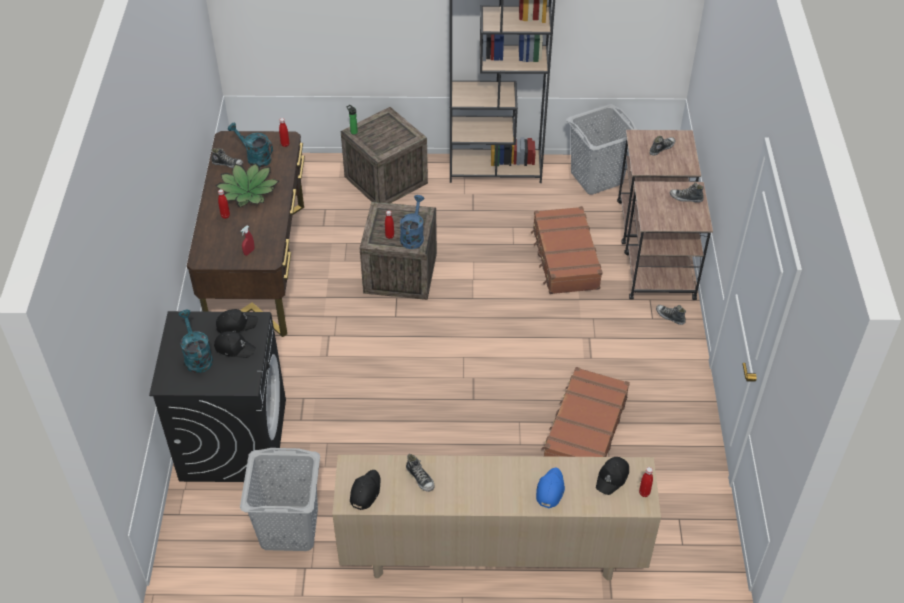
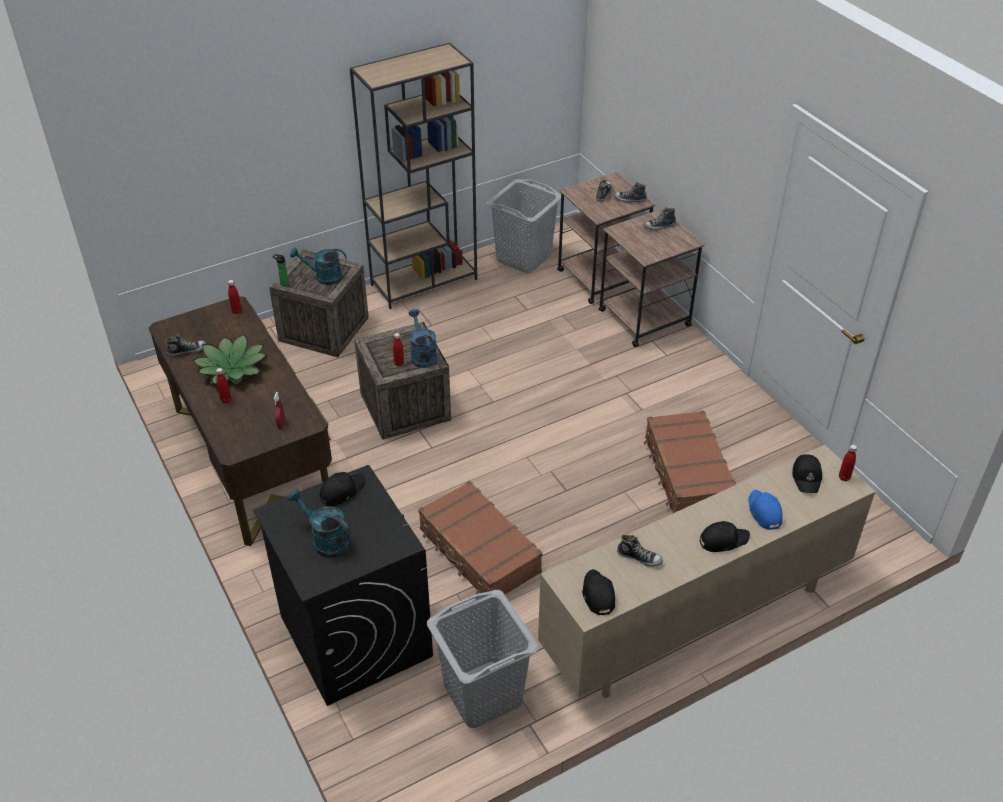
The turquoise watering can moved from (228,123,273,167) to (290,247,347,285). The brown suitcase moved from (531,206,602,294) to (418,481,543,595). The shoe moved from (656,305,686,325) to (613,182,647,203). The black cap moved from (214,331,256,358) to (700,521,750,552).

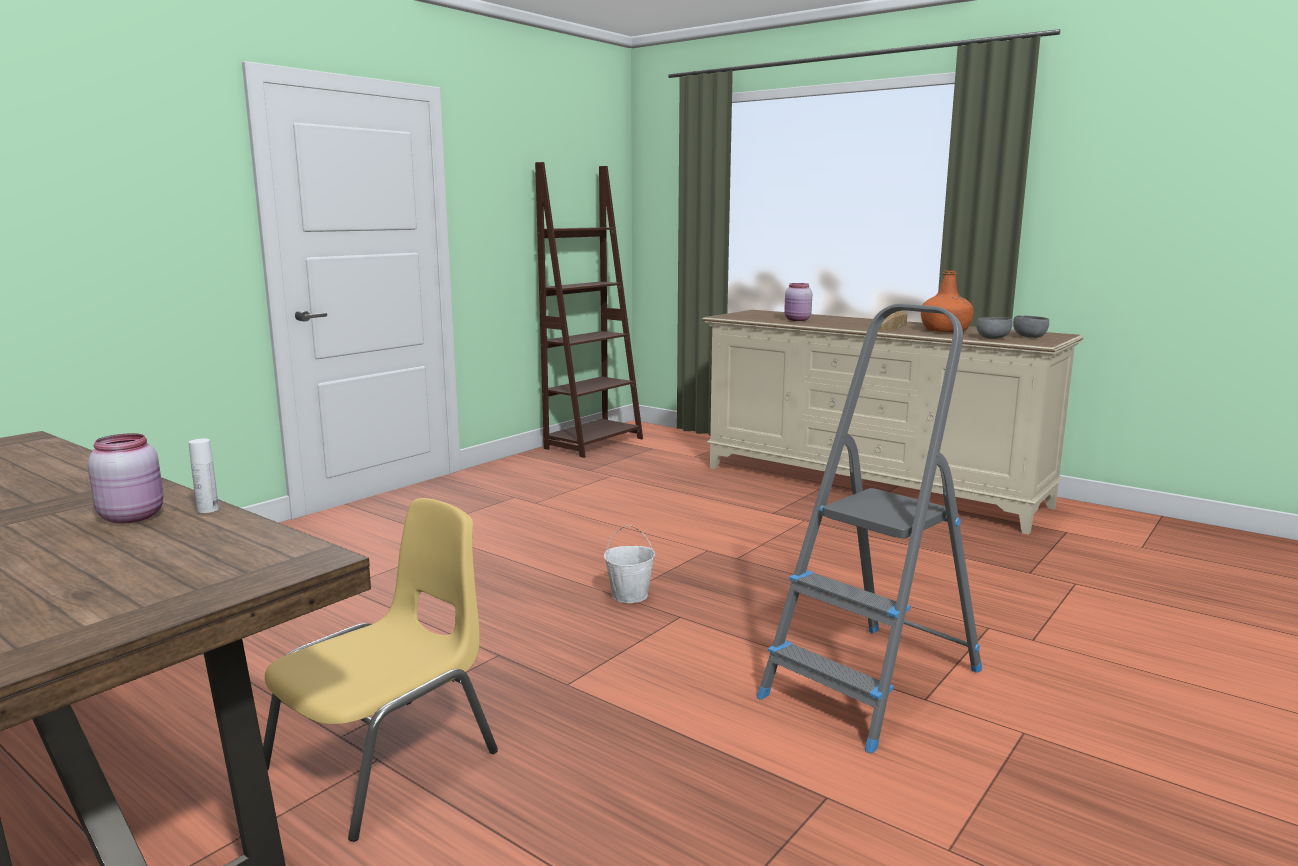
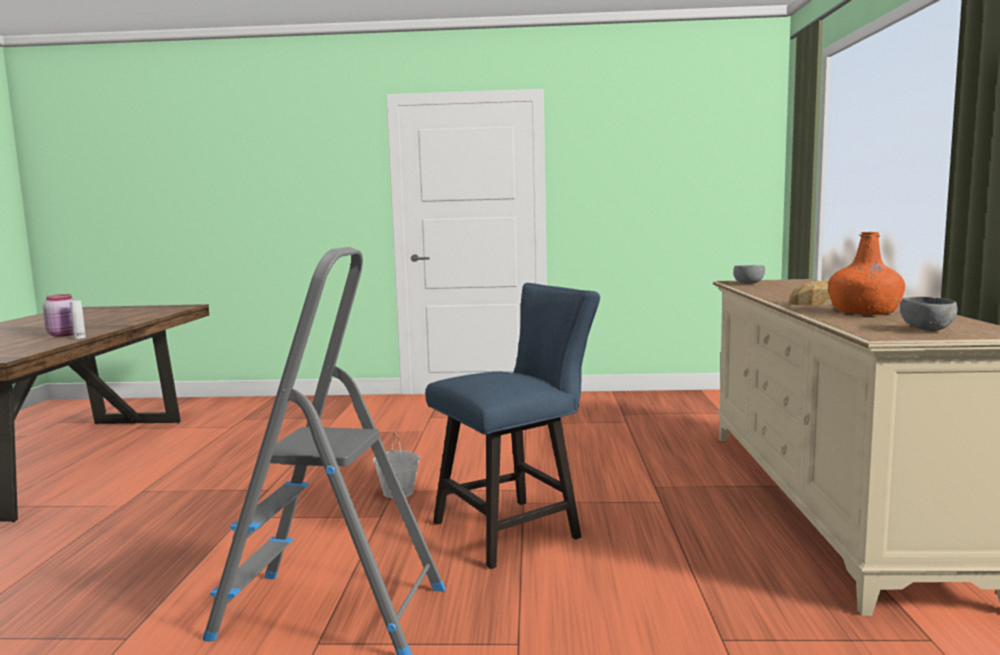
The brown bookcase at (535,162,643,458) disappeared. The pink jar at (784,283,812,321) disappeared. The grey bowl moved from (976,317,1012,339) to (733,265,765,284). The yellow chair at (263,498,498,842) disappeared. The blue chair at (425,283,600,569) appeared.

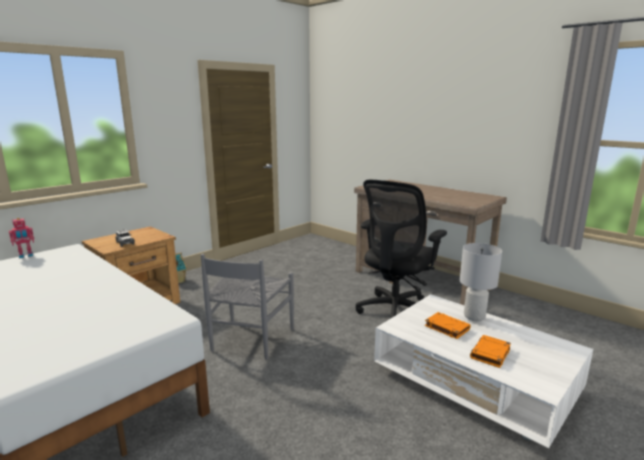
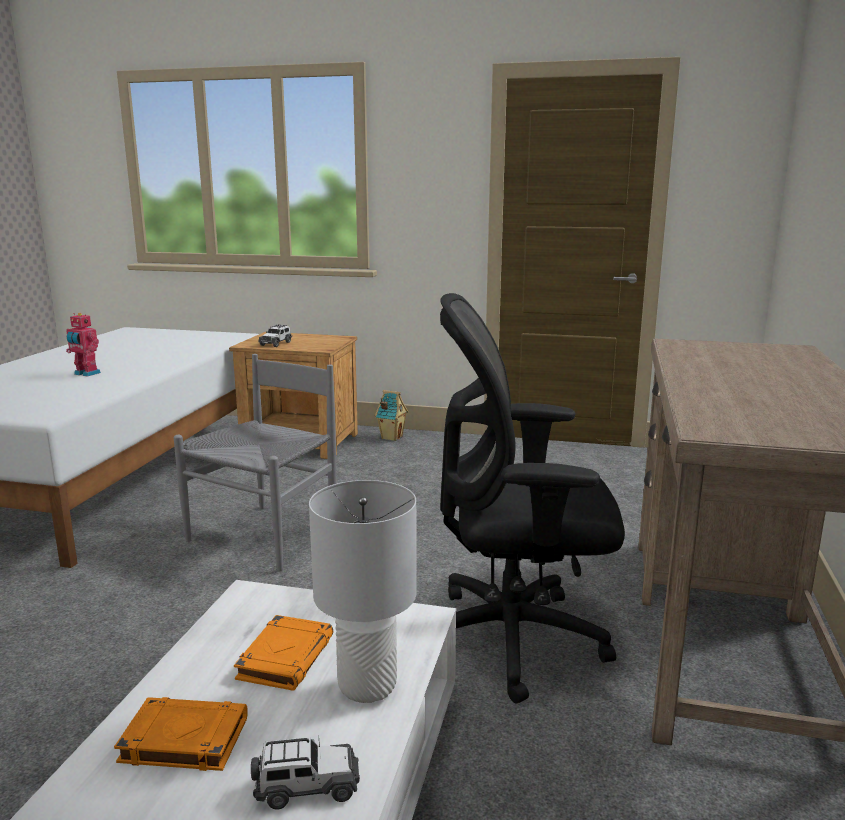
The toy robot moved from (9,218,34,258) to (66,313,101,377). The grey chair at (201,254,294,360) turned 135 degrees clockwise. The toy car at (251,737,360,809) appeared.

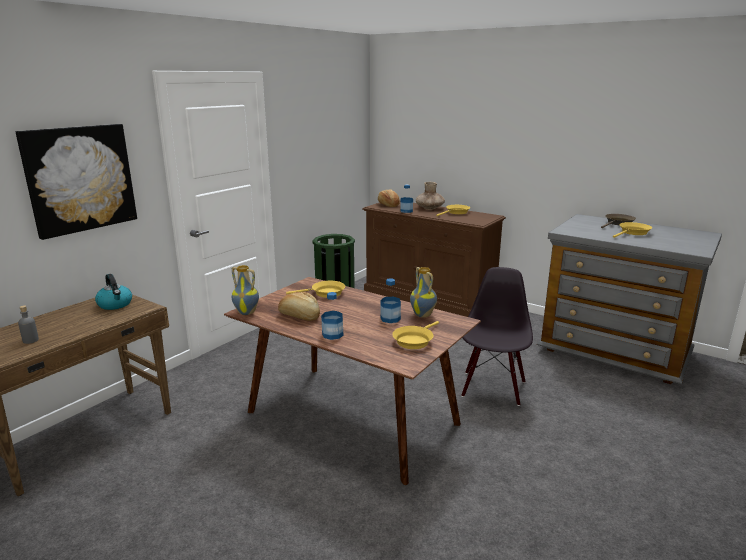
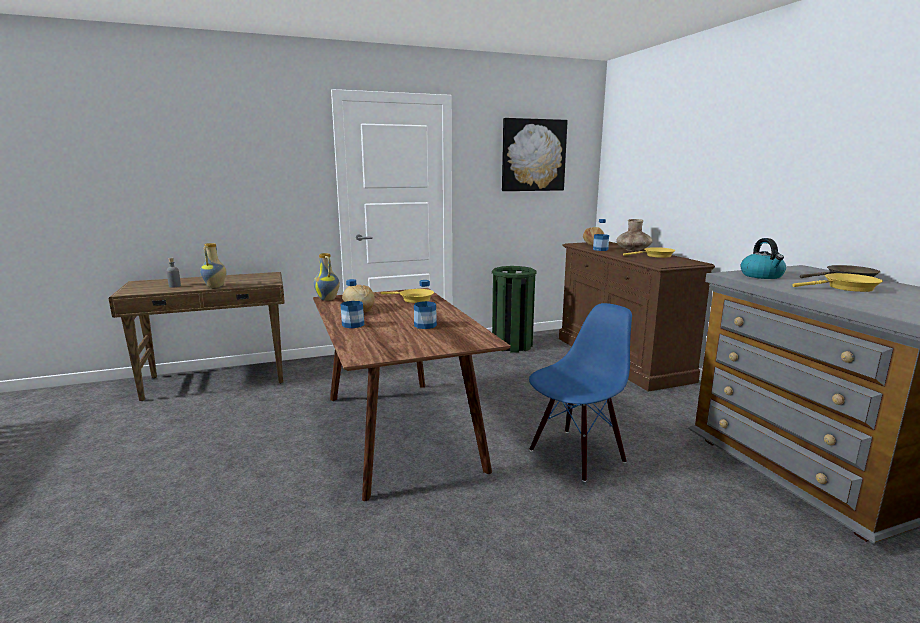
The picture moved from (16,124,137,240) to (502,118,568,191). The vase moved from (410,267,437,317) to (200,243,227,288). The black chair at (461,267,533,406) became the blue chair at (529,303,632,482). The kettle moved from (95,274,132,310) to (741,238,786,279). The yellow frying pan at (392,321,439,349) disappeared.

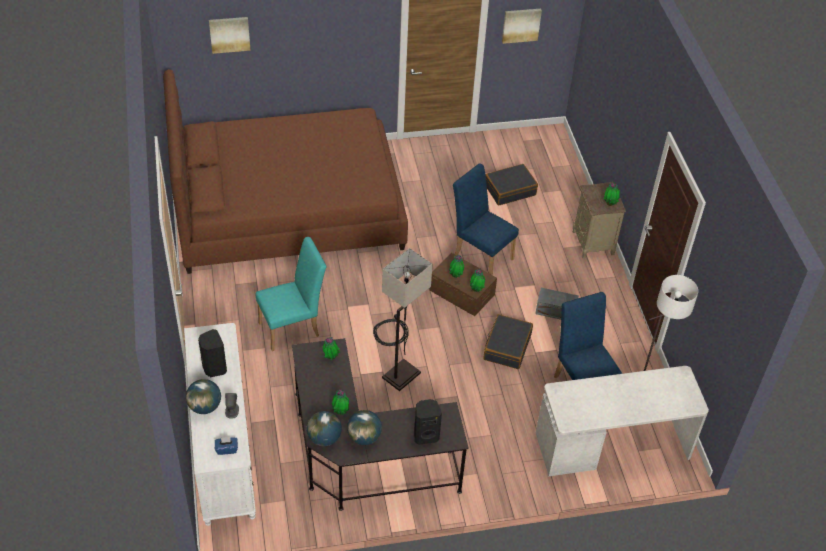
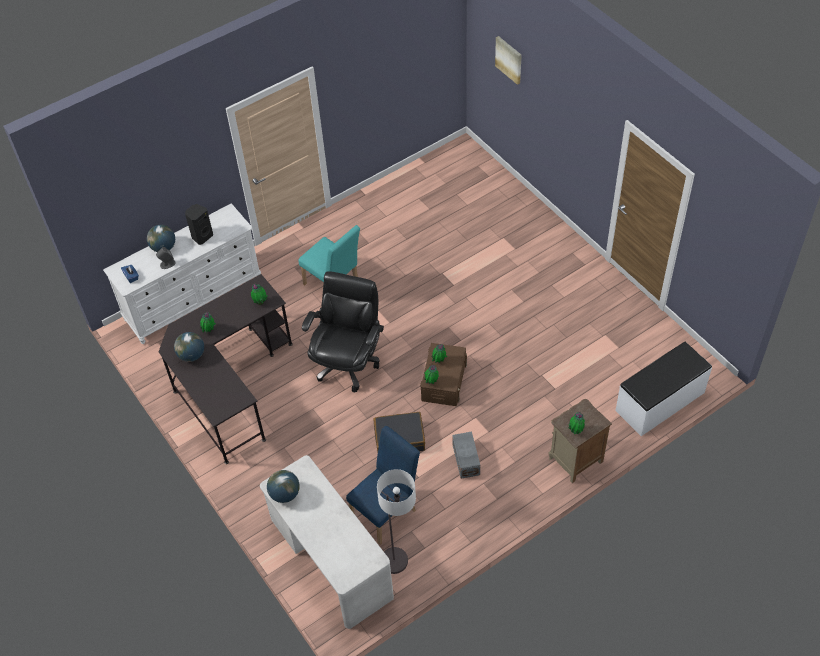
The picture at (502,9,542,44) disappeared. The brown bed at (163,69,408,274) disappeared. The blue chair at (453,163,519,275) disappeared. The black suitcase at (486,164,538,205) disappeared. The floor lamp at (373,248,433,391) was replaced by the black office chair at (302,271,384,392). The black speaker at (414,399,442,445) disappeared. The globe moved from (307,411,342,446) to (267,470,300,503). The white bench at (615,342,712,436) appeared.

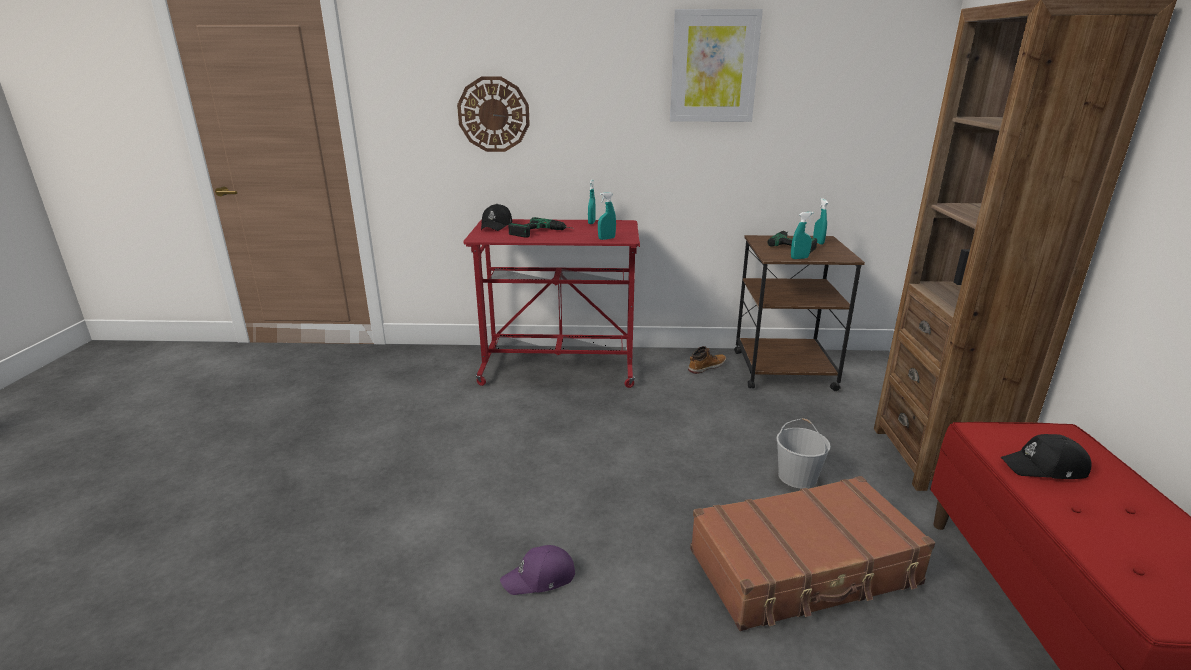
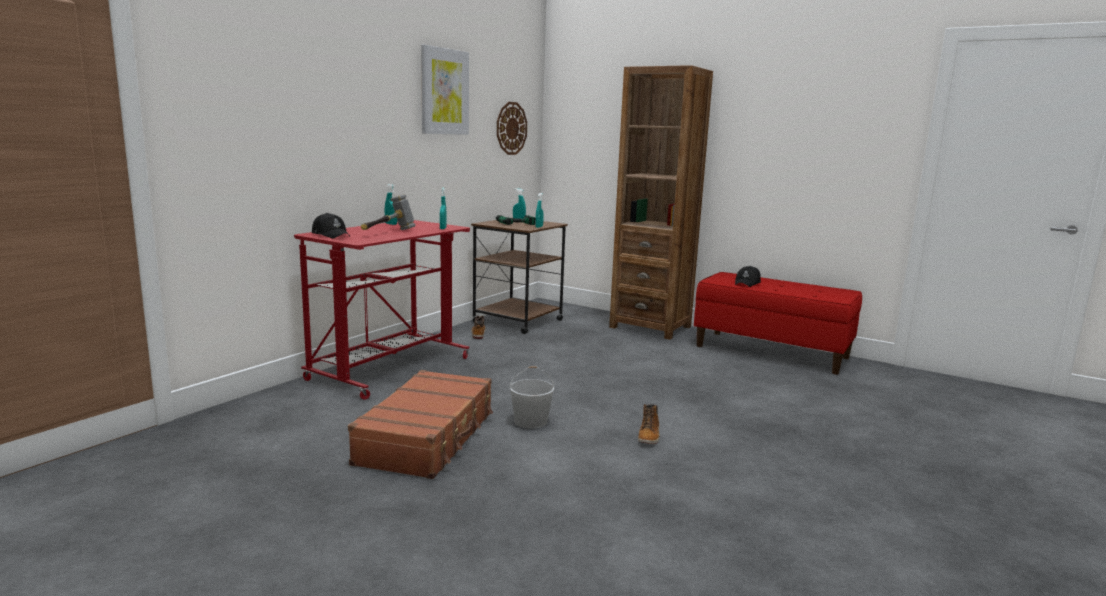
The wall clock moved from (457,76,530,152) to (497,102,527,155). The power drill at (508,217,574,238) was replaced by the hammer at (361,194,416,230). The white bucket moved from (776,418,831,489) to (509,366,554,429). The brown suitcase moved from (690,476,935,631) to (348,370,493,479). The purple cap at (500,545,575,595) was replaced by the boot at (638,404,659,444).

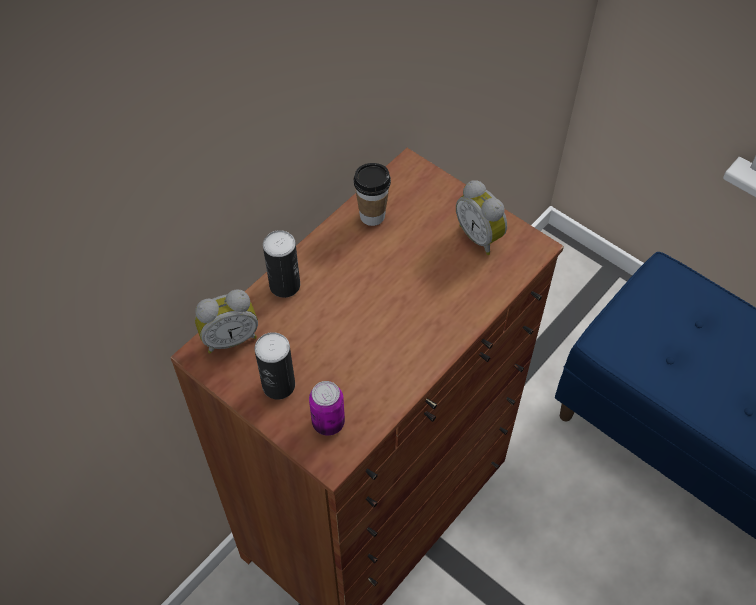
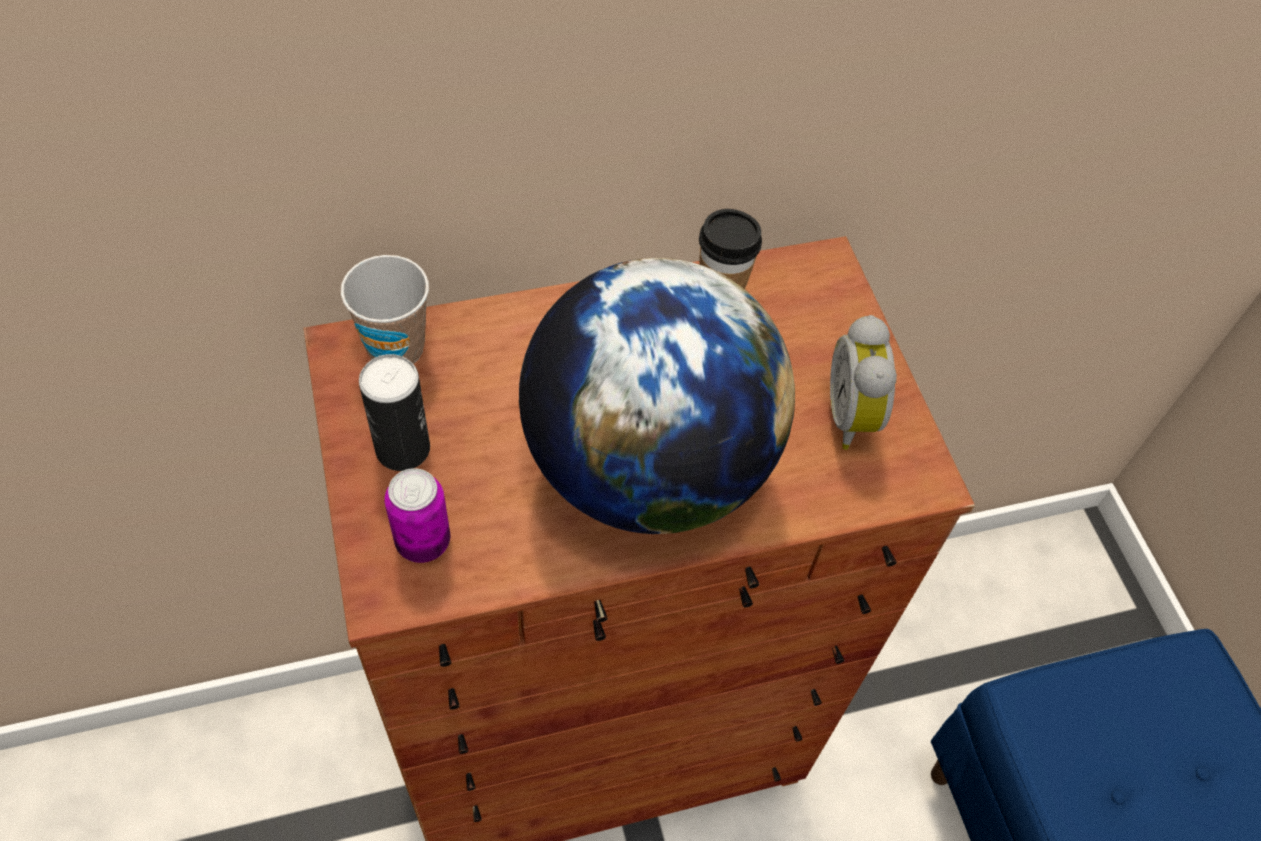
The can at (263,230,300,298) disappeared. The alarm clock at (195,289,258,353) was replaced by the cup at (341,255,429,364). The globe at (519,258,795,534) appeared.

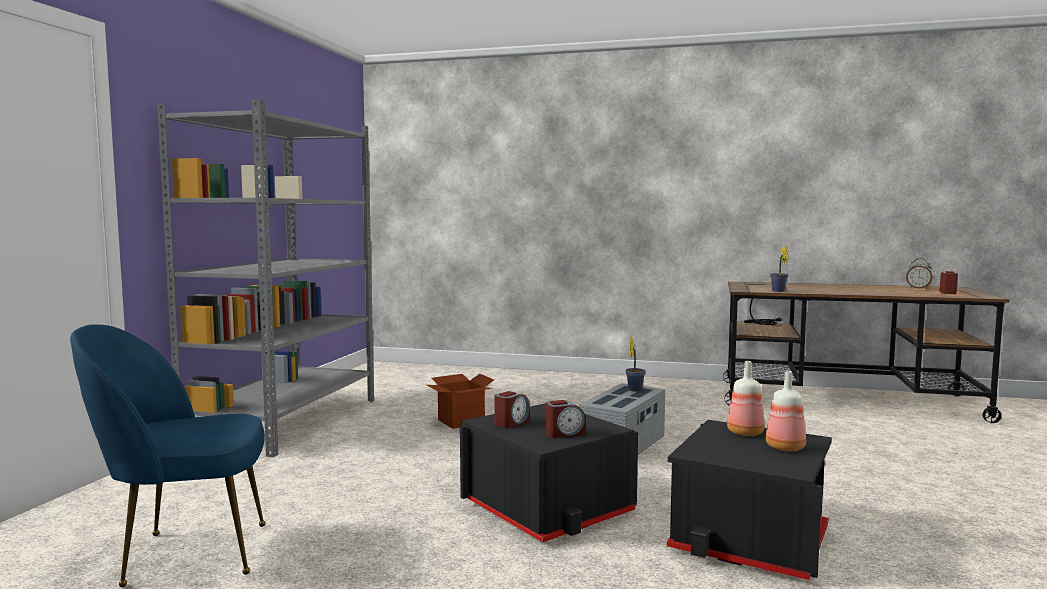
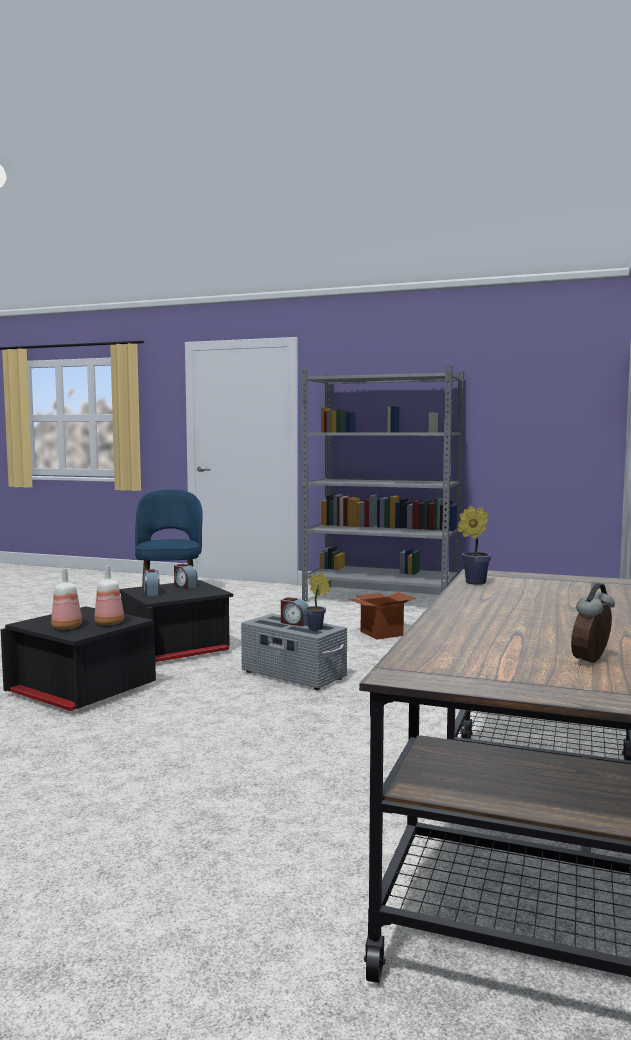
The alarm clock moved from (940,271,958,294) to (281,597,309,626).

